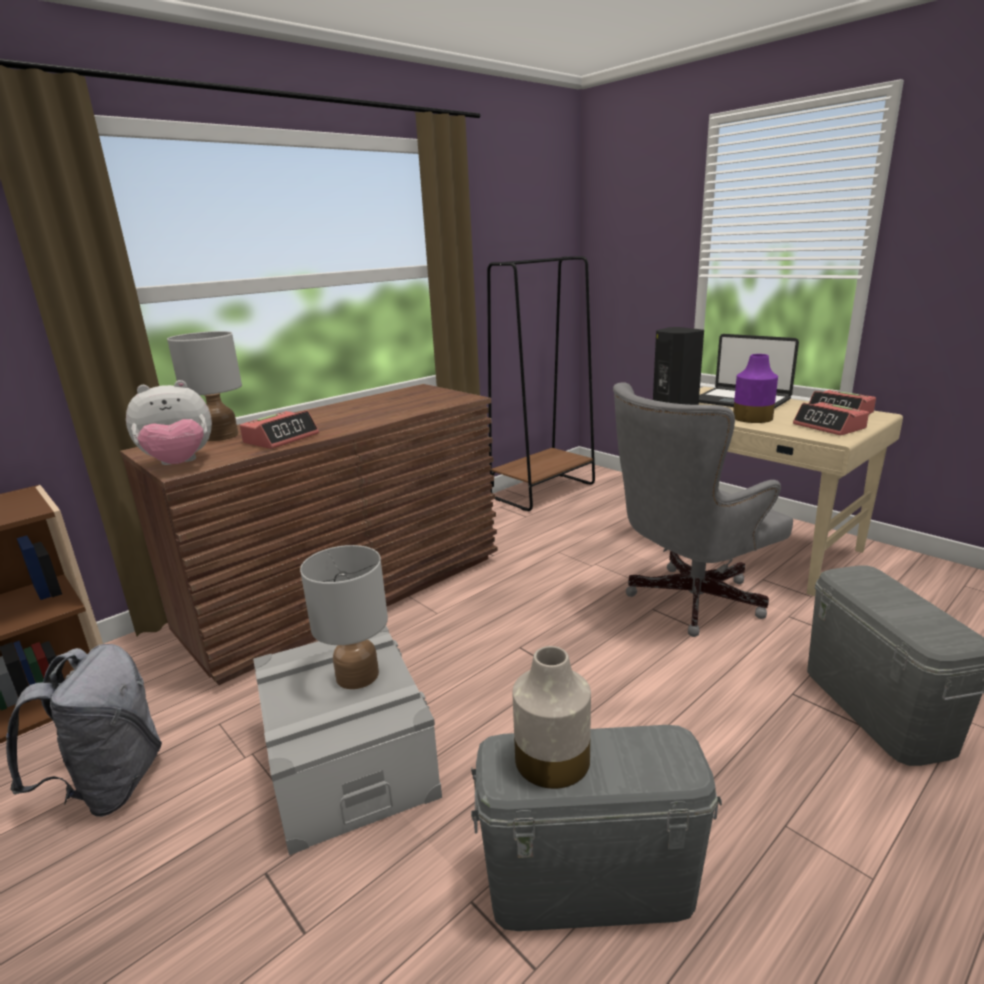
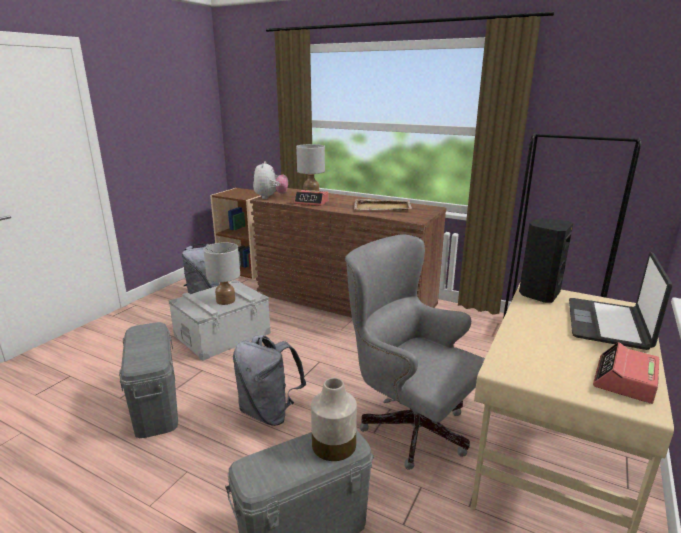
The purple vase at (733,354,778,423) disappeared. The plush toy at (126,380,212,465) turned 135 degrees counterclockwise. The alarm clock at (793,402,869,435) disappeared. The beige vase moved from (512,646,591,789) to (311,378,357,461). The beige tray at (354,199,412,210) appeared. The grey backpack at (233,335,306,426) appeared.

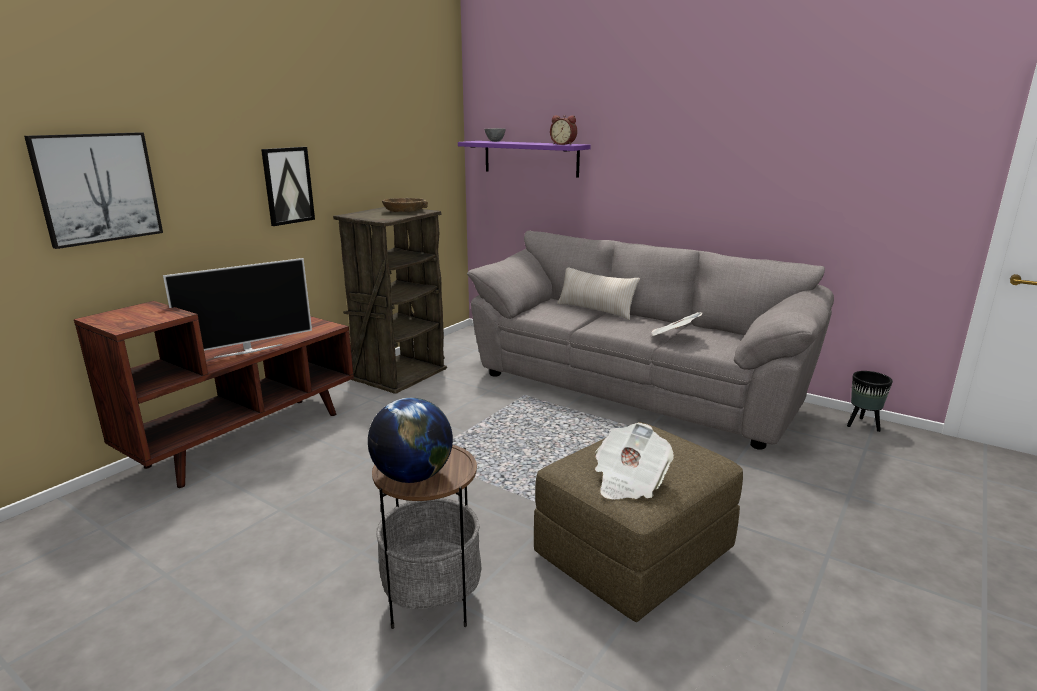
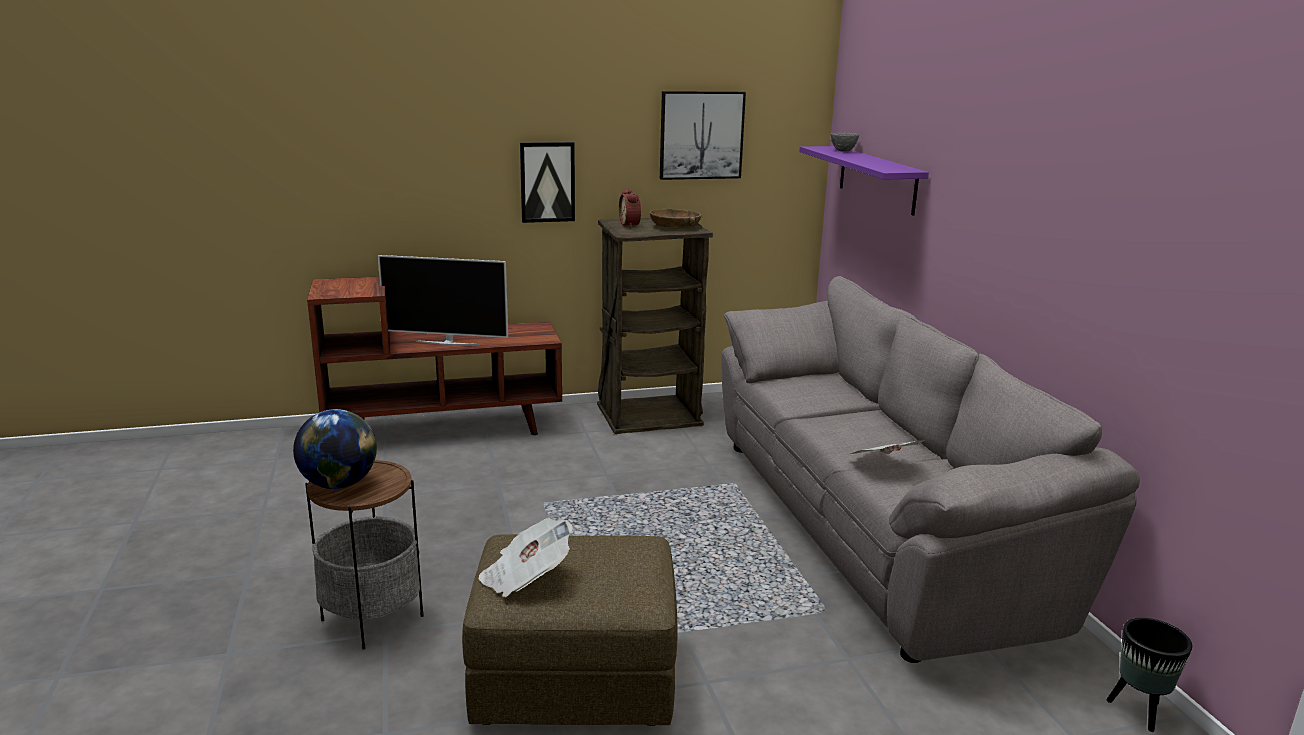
The alarm clock moved from (550,115,577,145) to (619,188,641,227). The picture moved from (24,132,163,249) to (660,91,746,180). The beige pillow at (557,268,640,320) disappeared.

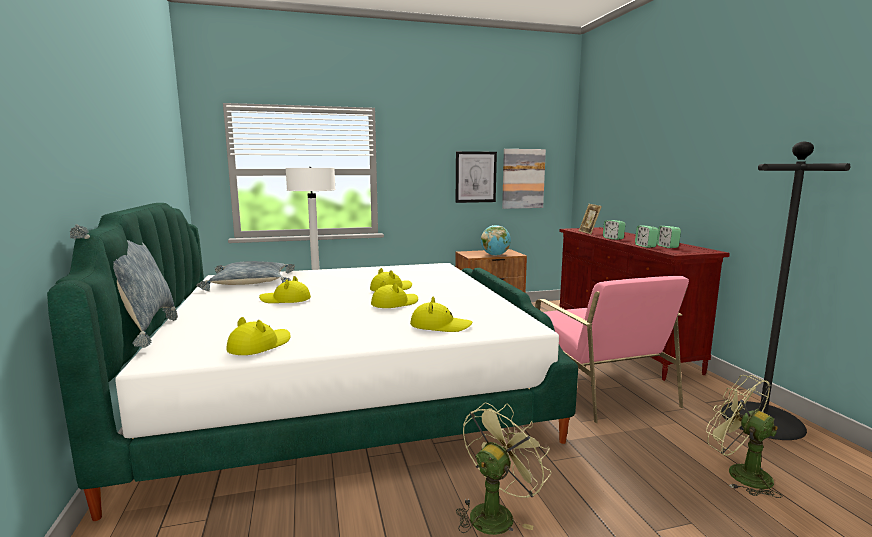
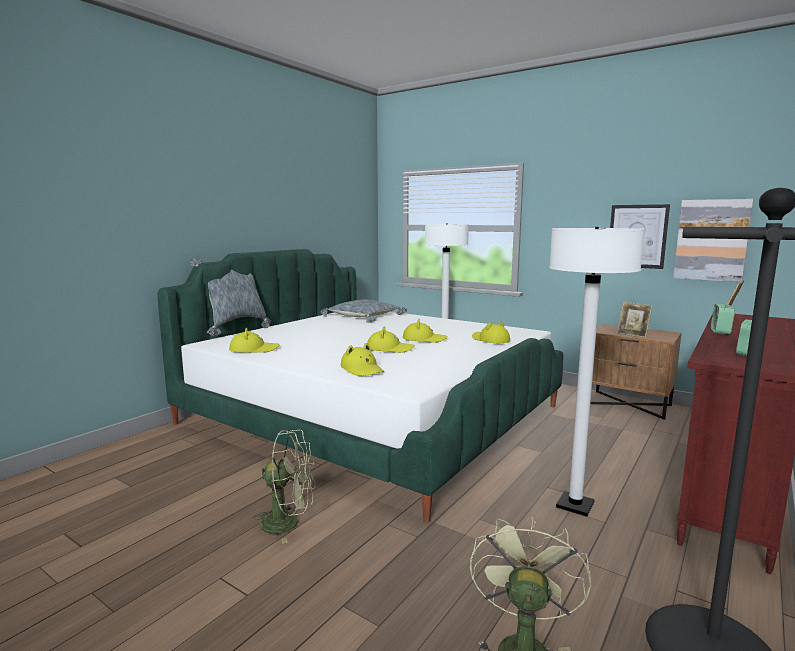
The globe at (481,225,511,256) was replaced by the picture frame at (617,302,653,338). The alarm clock at (635,226,658,248) disappeared. The yellow hat moved from (259,276,311,303) to (472,321,510,343). The pink armchair at (535,276,689,423) was replaced by the white floor lamp at (549,227,645,517).

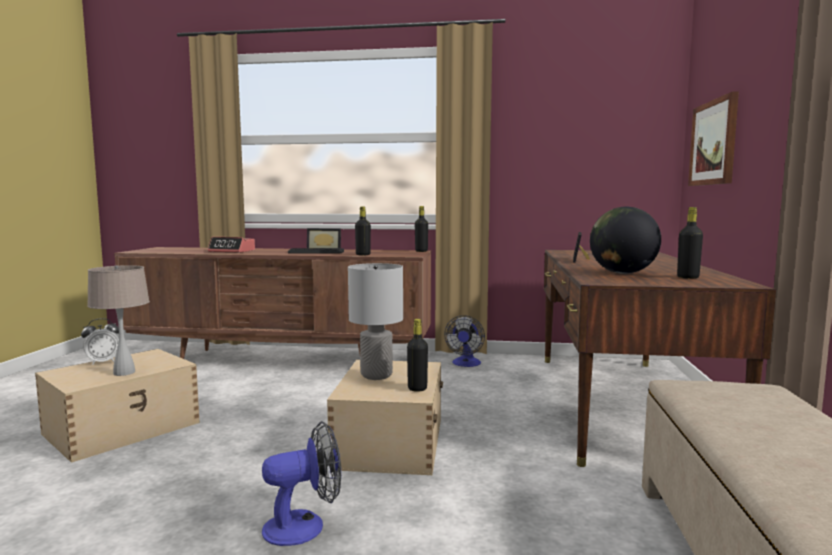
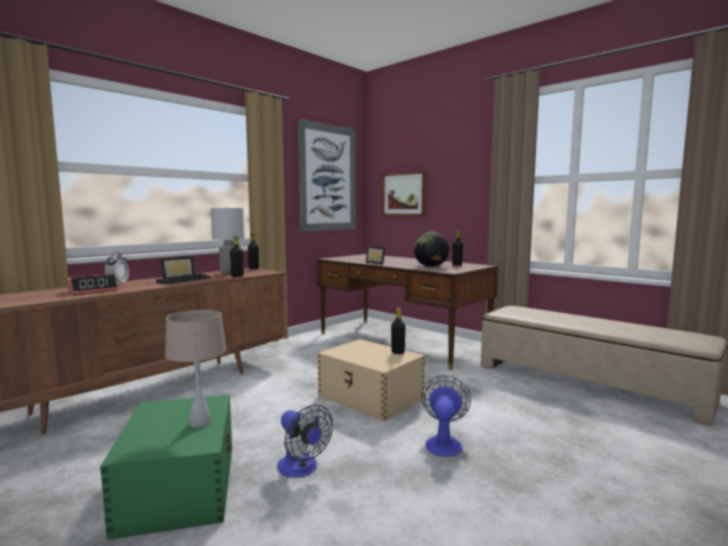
The grey table lamp moved from (348,263,403,380) to (211,207,245,274). The fan moved from (444,315,485,367) to (277,404,333,478). The alarm clock moved from (81,318,119,365) to (105,251,129,285). The beige storage box at (35,349,200,463) became the green storage box at (100,395,232,540). The picture at (298,119,355,232) appeared.

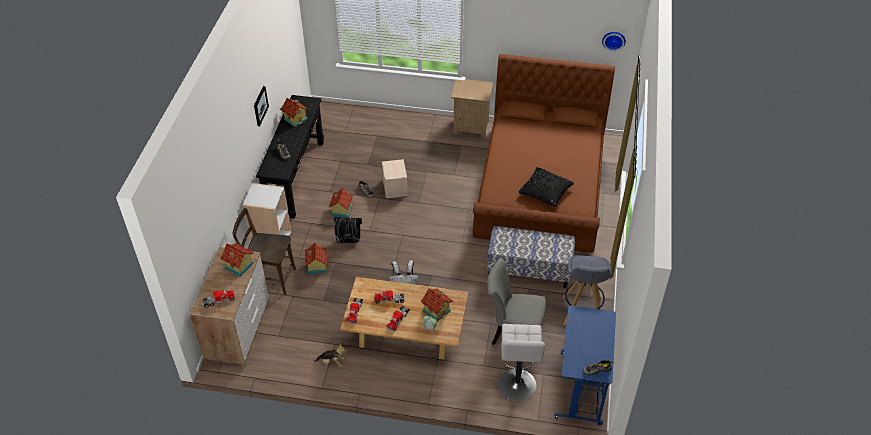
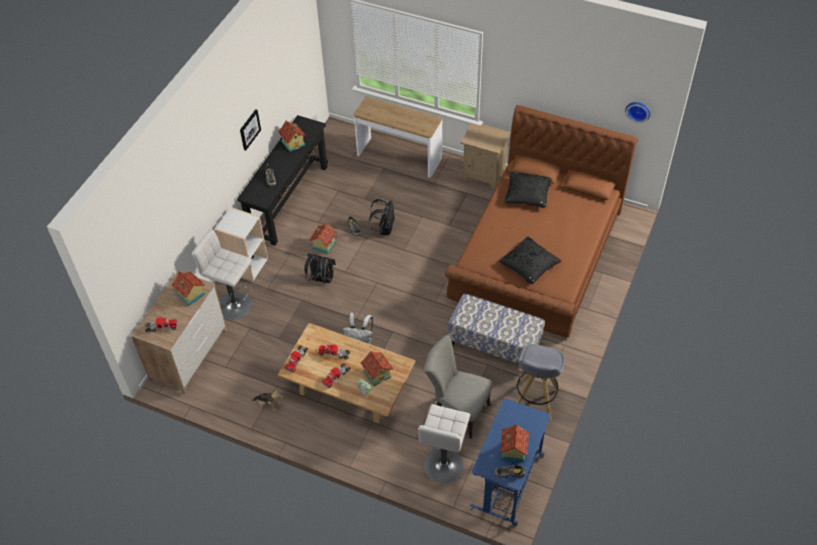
The beige storage box at (382,159,408,198) was replaced by the black backpack at (369,199,395,235). The brown chair at (232,208,296,295) was replaced by the white stool at (192,229,252,320). The toy house moved from (305,243,327,274) to (500,424,529,462). The console table at (354,96,442,178) appeared. The black pillow at (504,171,552,208) appeared.

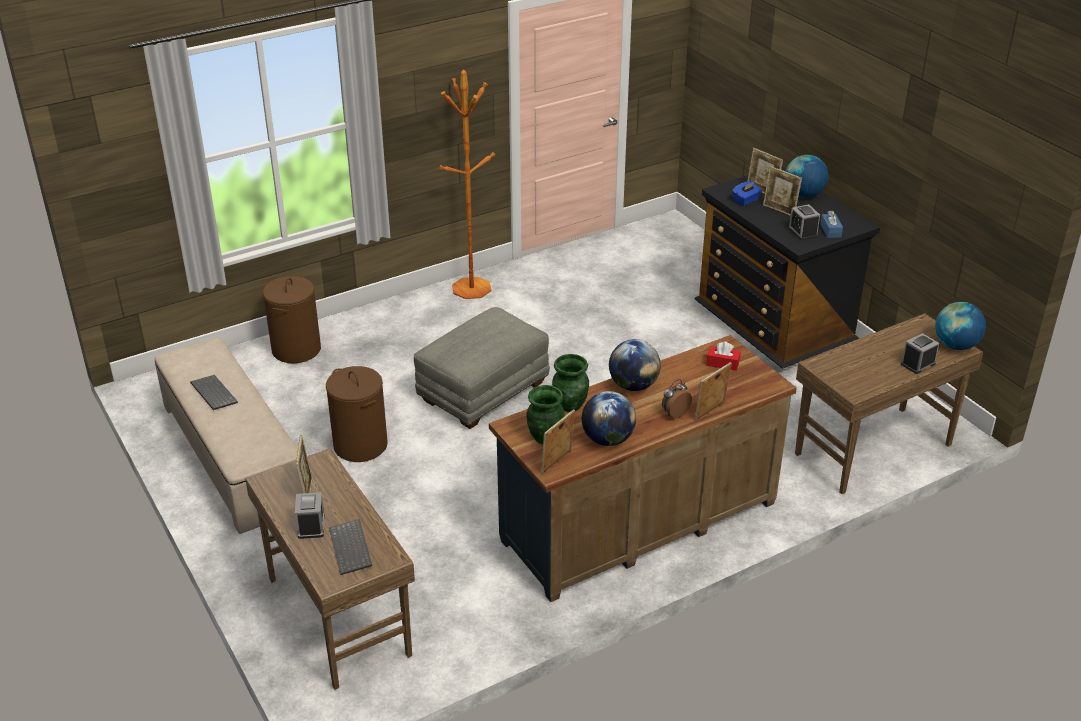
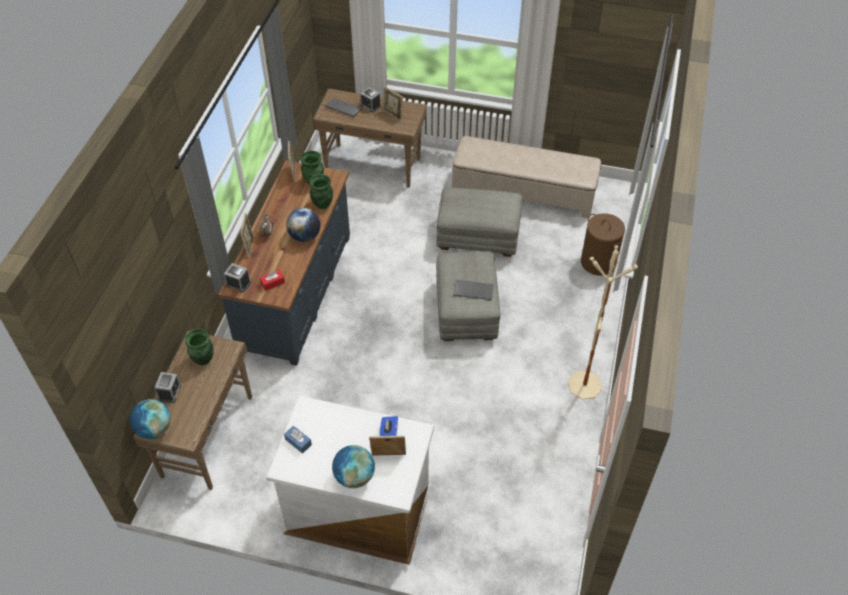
The orange clothes rack at (439,70,496,299) became the beige clothes rack at (567,245,638,400). The black dresser at (694,166,880,369) became the white dresser at (266,395,434,565). The picture frame at (763,166,802,216) disappeared. The alarm clock moved from (788,204,820,240) to (224,263,251,292). The brown laundry basket at (326,366,388,462) was replaced by the grey ottoman at (436,187,522,257). The keyboard moved from (190,375,238,410) to (453,280,494,300). The globe at (582,391,636,446) disappeared. The green vase at (185,329,213,365) appeared.

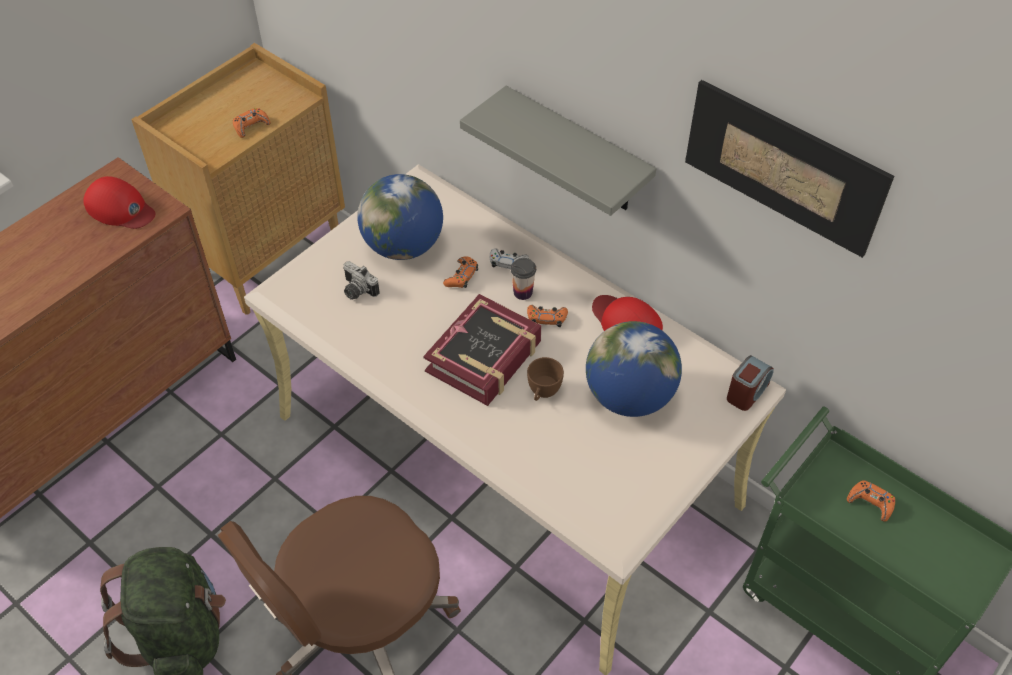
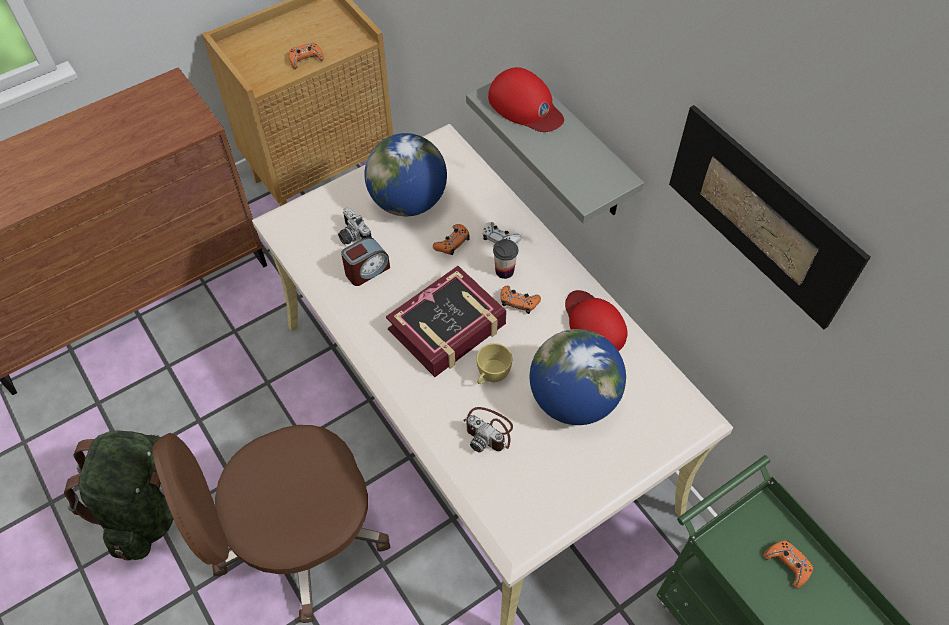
The red cap moved from (83,176,155,229) to (488,67,564,132). The alarm clock moved from (727,355,774,411) to (341,238,390,286). The brown cup at (527,357,564,401) became the yellow cup at (476,343,512,384). The photo camera at (463,407,513,453) appeared.

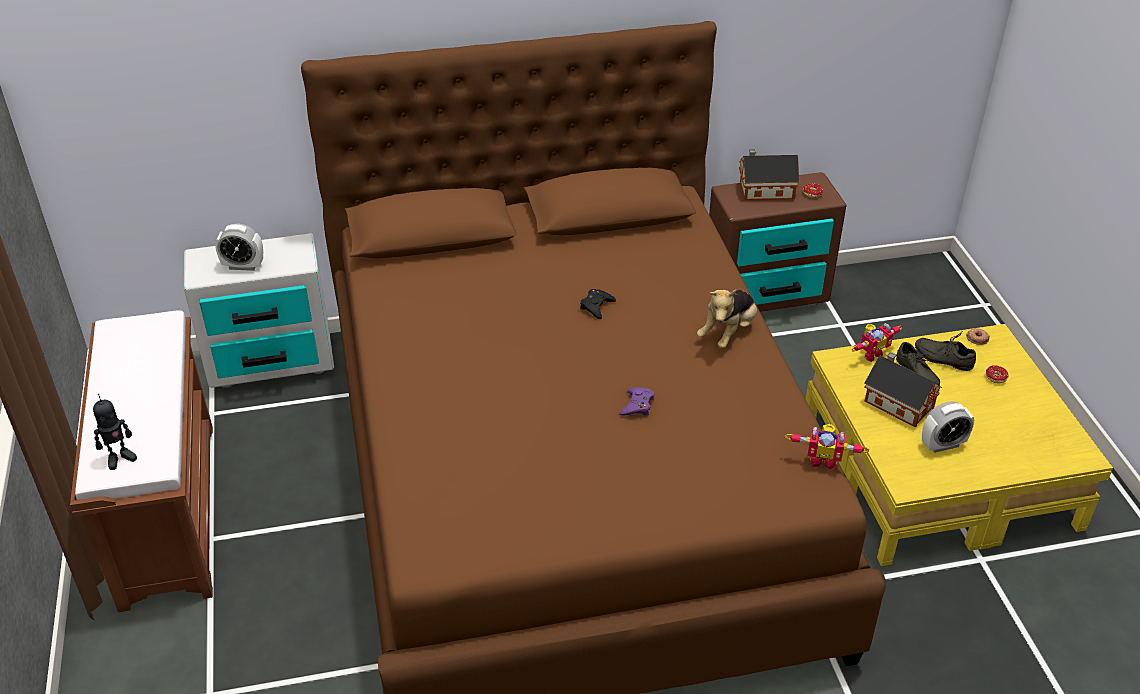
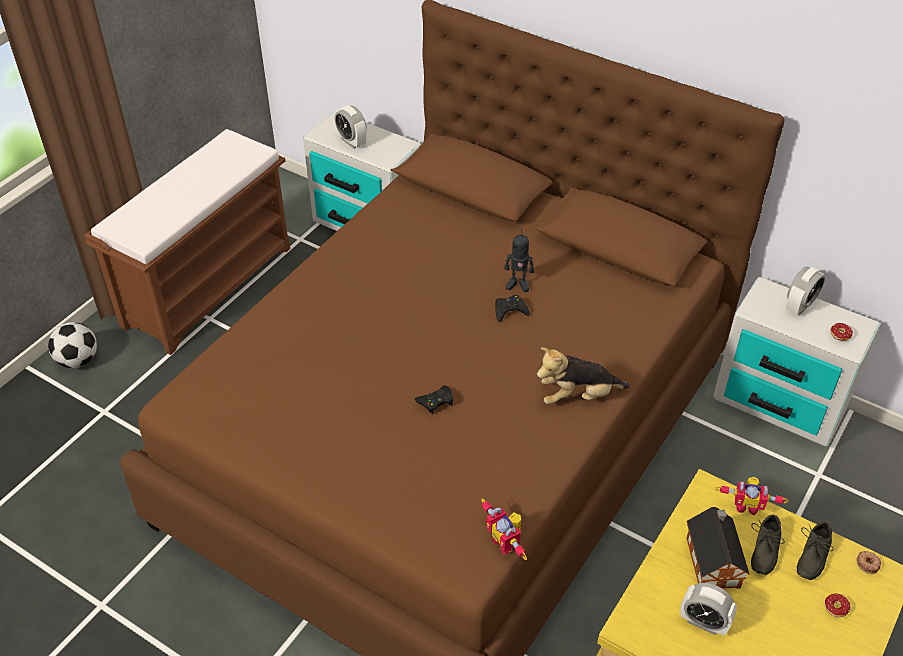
The toy house at (739,149,799,200) was replaced by the alarm clock at (786,267,825,315). The brown nightstand at (709,172,846,312) became the white nightstand at (713,277,881,447). The grey shoe at (915,331,976,371) turned 135 degrees counterclockwise. The purple game controller at (619,387,654,415) became the black game controller at (415,385,453,414). The toy robot moved from (93,394,137,470) to (504,229,534,292). The football at (48,322,97,368) appeared.

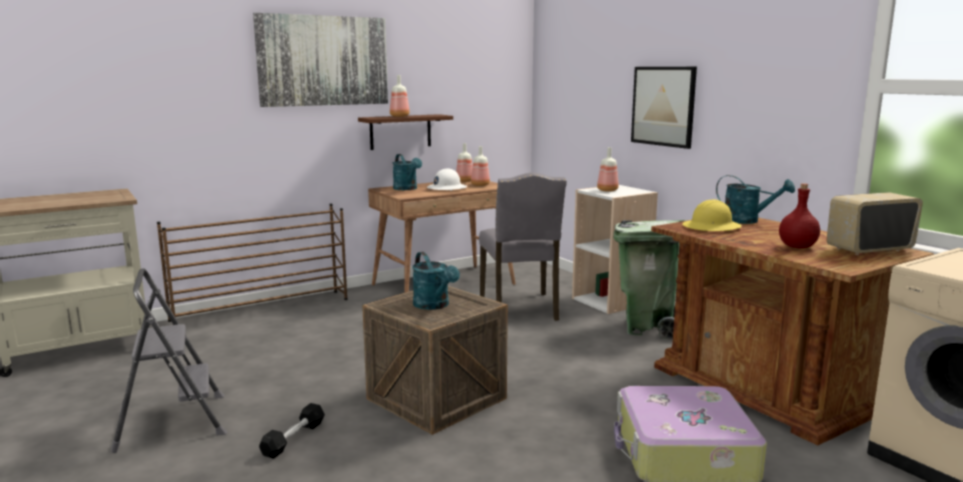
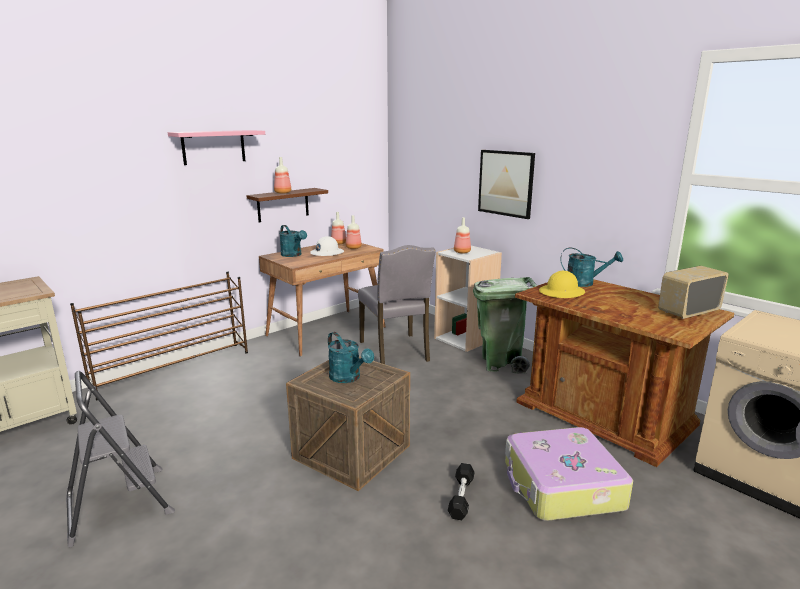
The picture at (253,13,388,107) was replaced by the pink shelf at (168,130,265,165). The red bottle at (779,183,820,249) disappeared. The black dumbbell moved from (259,403,325,459) to (448,463,475,520).

